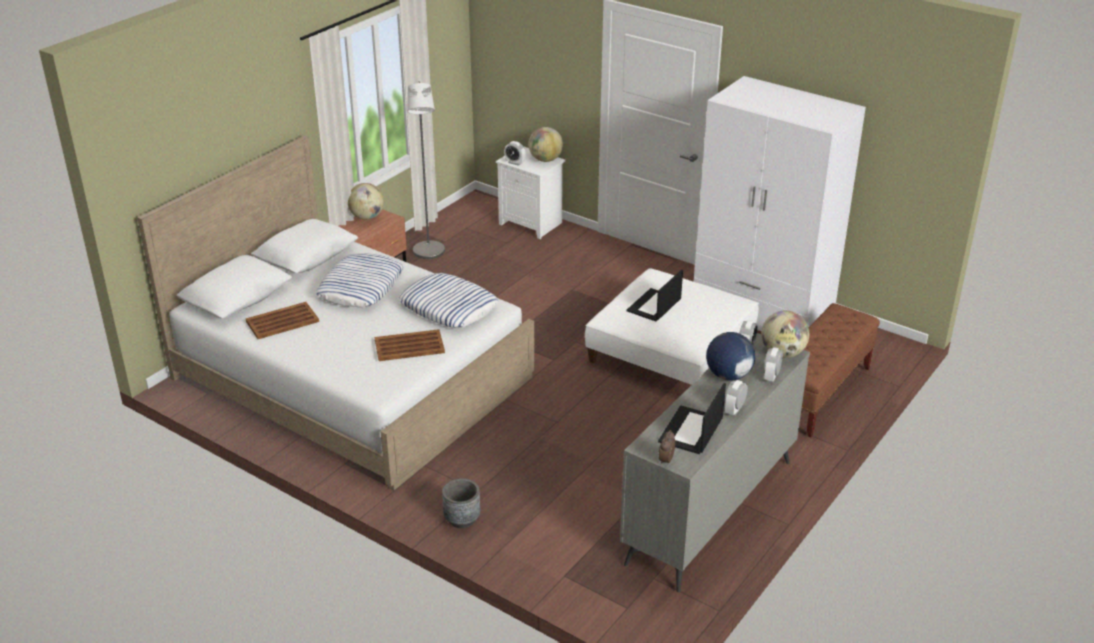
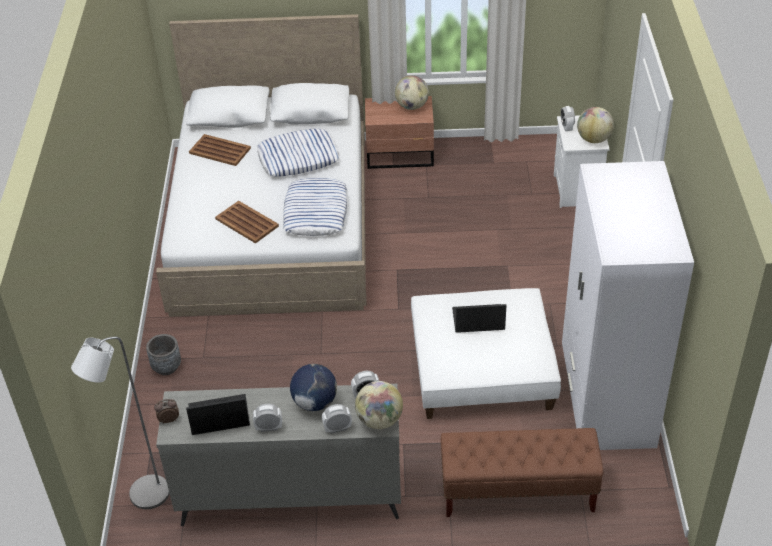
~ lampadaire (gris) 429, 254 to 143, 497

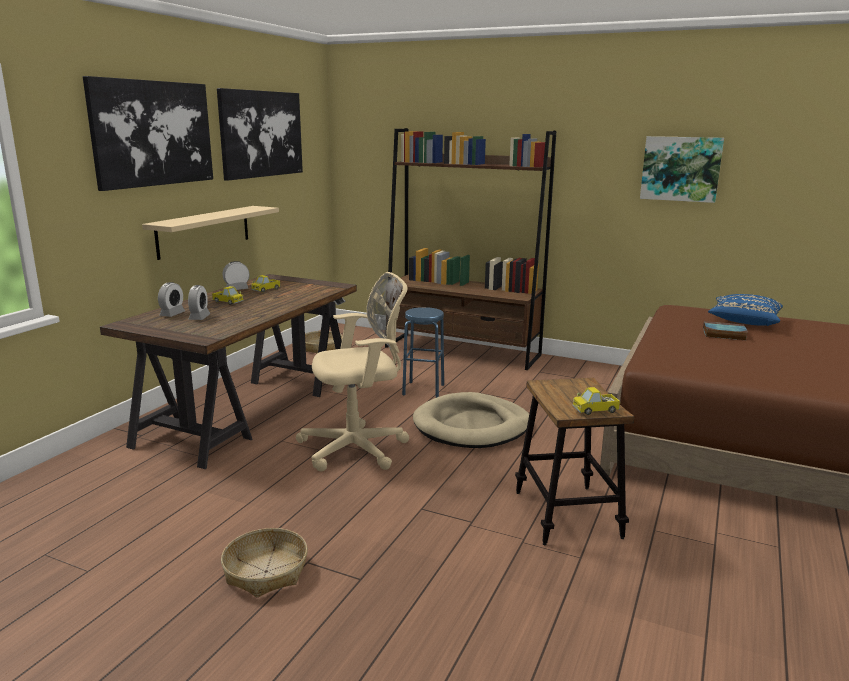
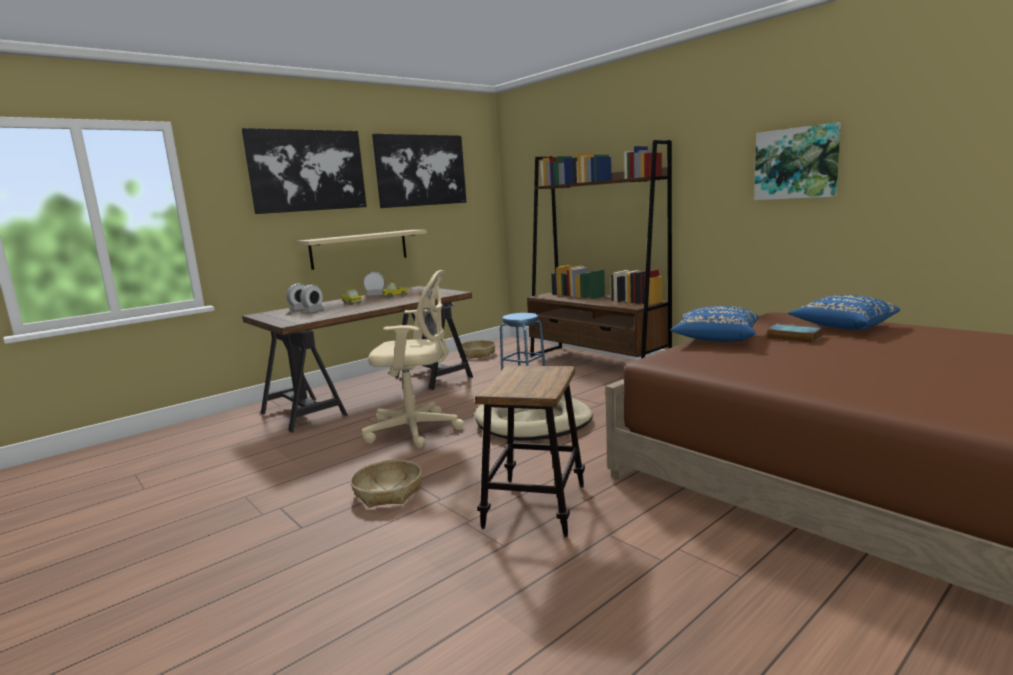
~ panier 265, 572 to 387, 492
- camion jouet 595, 410
+ coussin (bleu) 715, 339

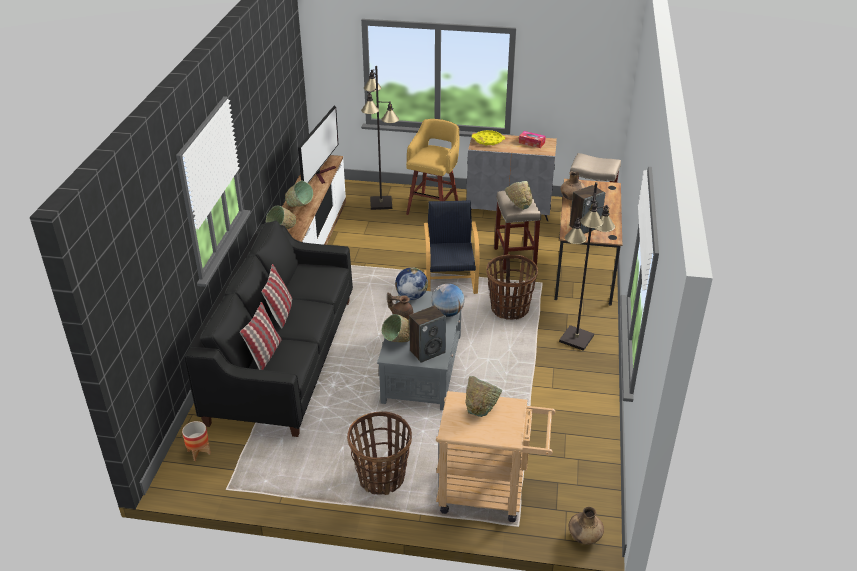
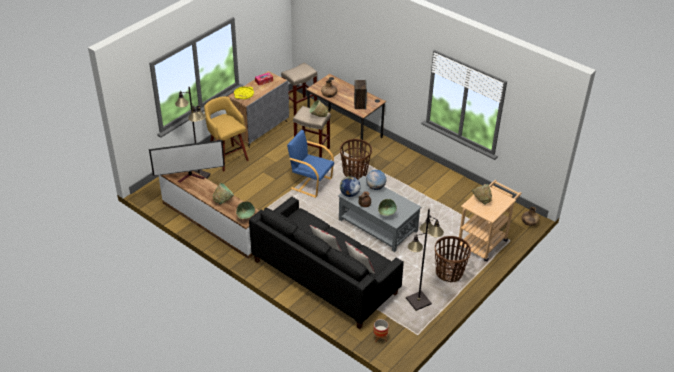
~ téléviseur 323, 174 = 191, 177 120 degrees clockwise
- enceinte 427, 351
~ fauteuil (noir) 450, 281 to fauteuil (bleu) 311, 183
~ lampadaire (noir) 576, 339 to 418, 301

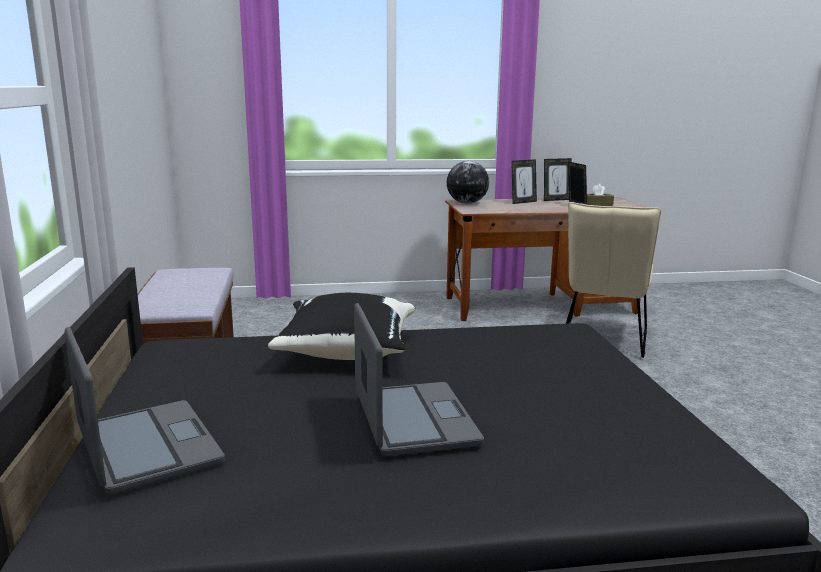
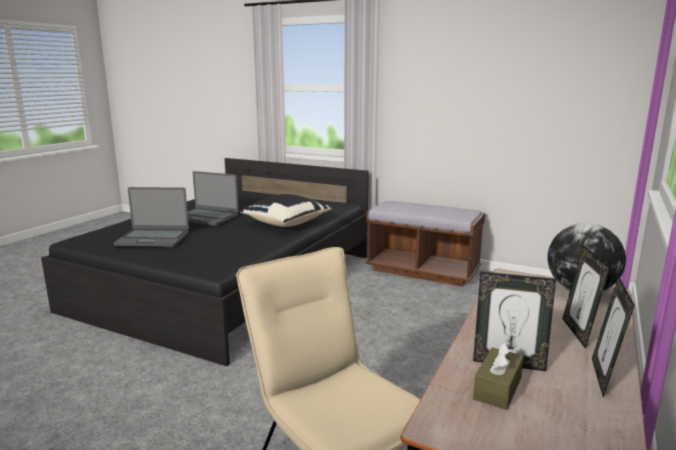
~ ordinateur portable 147, 447 to 153, 239

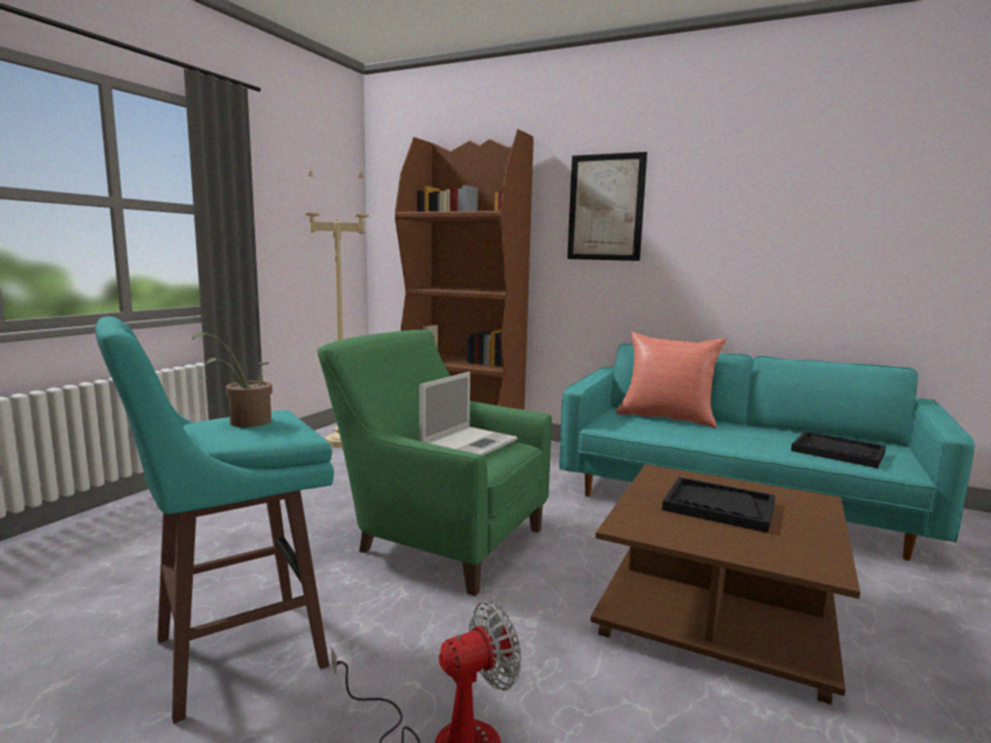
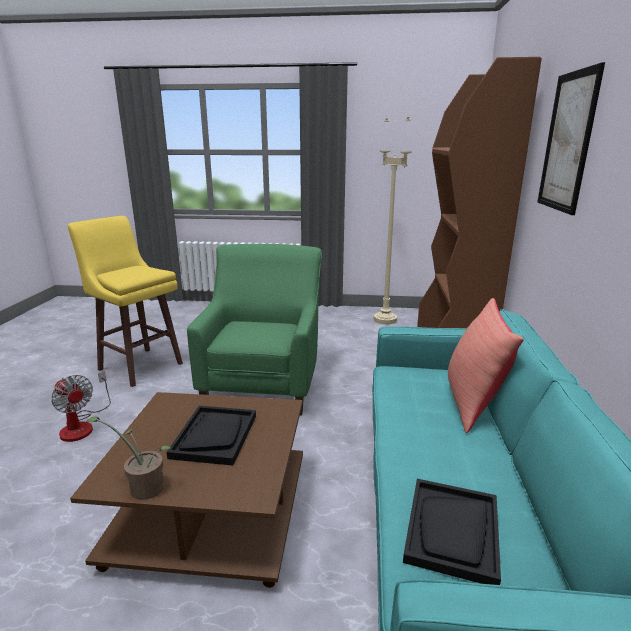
~ tabouret (turquoise) 233, 654 to tabouret (jaune) 139, 366
~ plante en pot 245, 423 to 143, 487
- ordinateur portable 470, 443

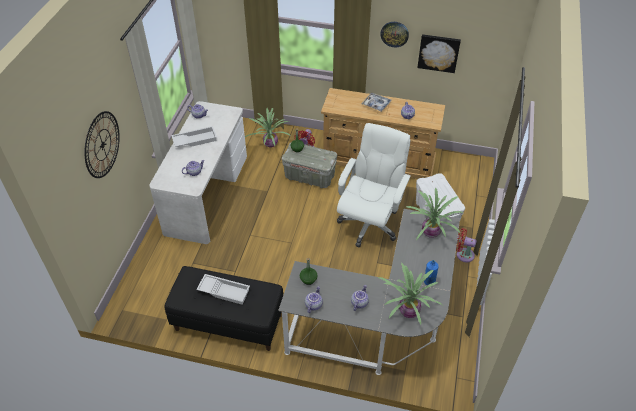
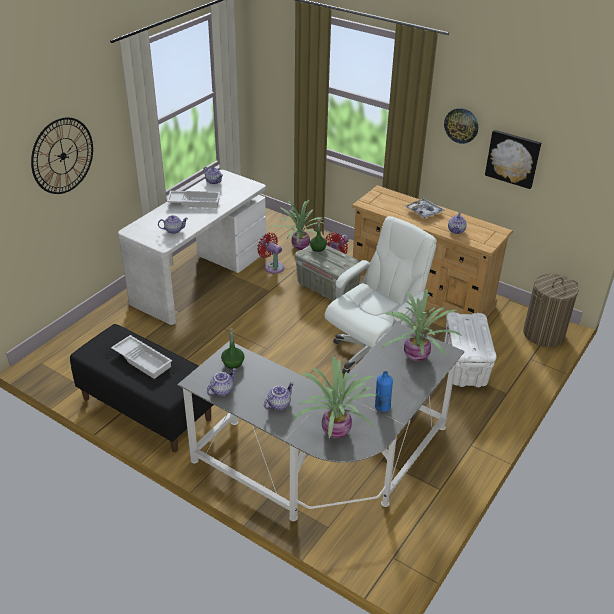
~ ventilateur (rouge) 463, 254 to 272, 266
+ panier à linge 543, 334

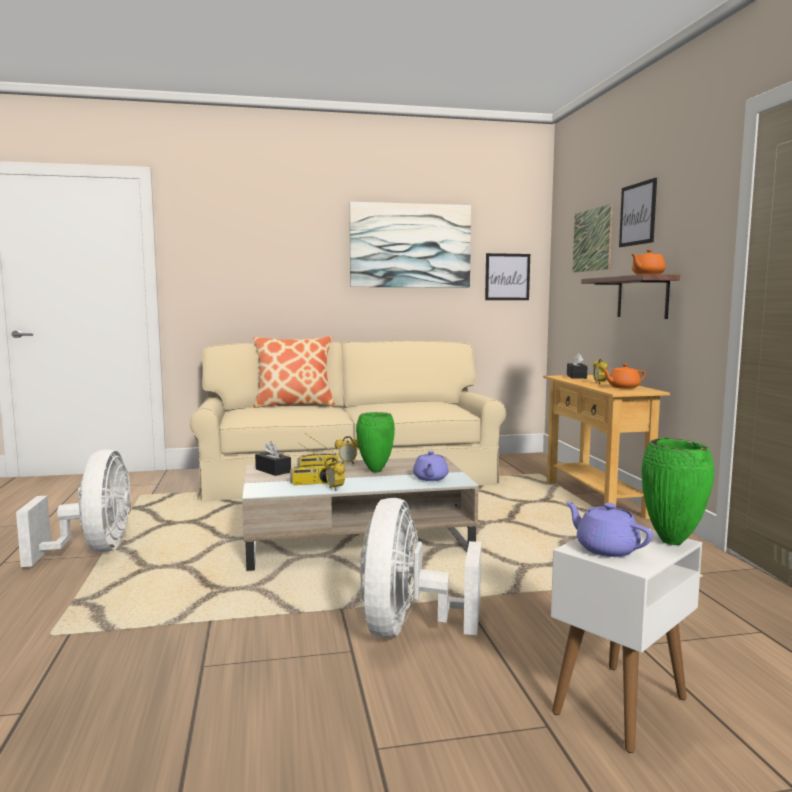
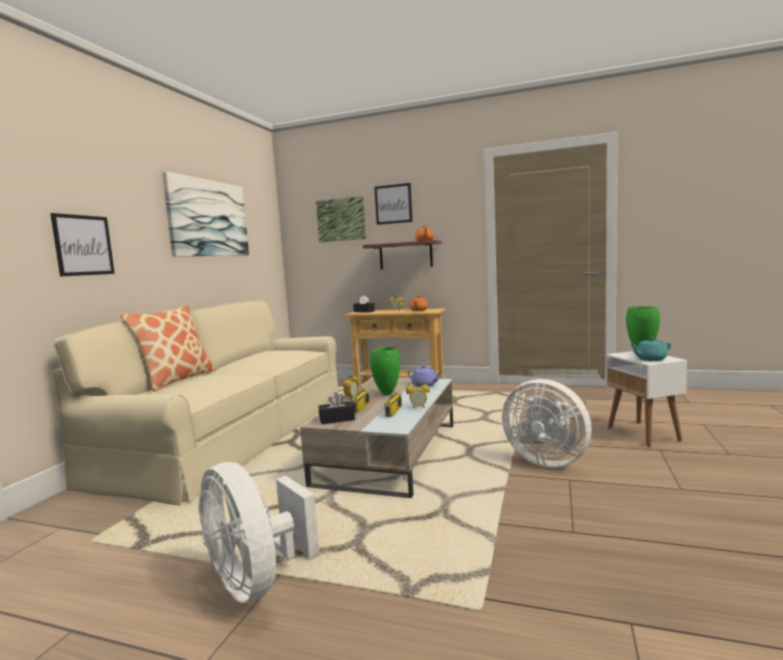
~ ventilateur (blanc) 94, 550 = 256, 581 150 degrees counterclockwise
~ tableau 507, 277 to 83, 245
~ théière (violet) 605, 549 to théière (turquoise) 650, 359

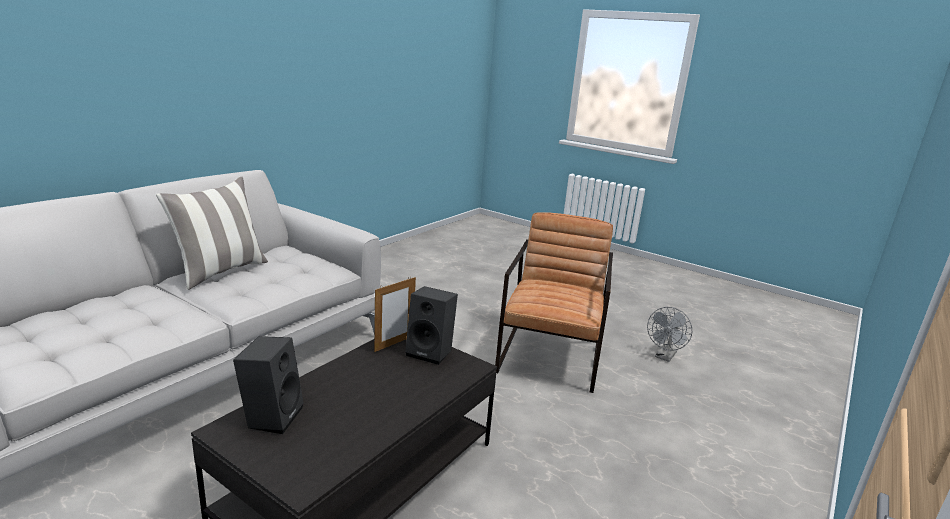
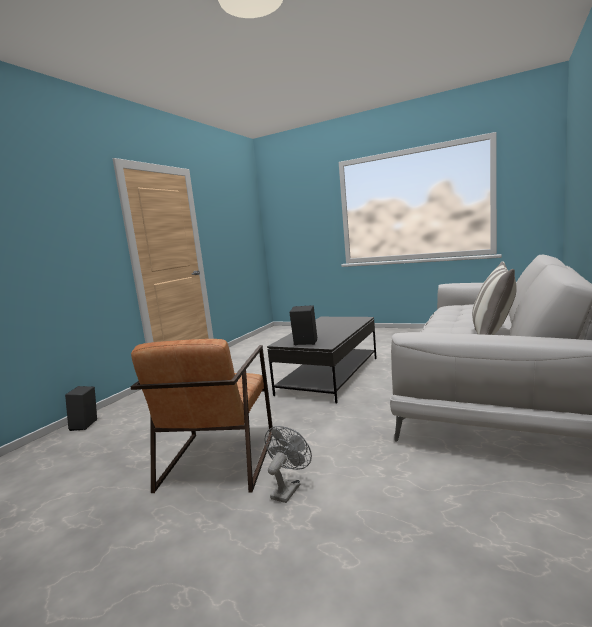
~ enceinte (noir) 271, 416 to 85, 425
- cadre photo 394, 343
~ ventilateur (gris) 664, 357 to 288, 488

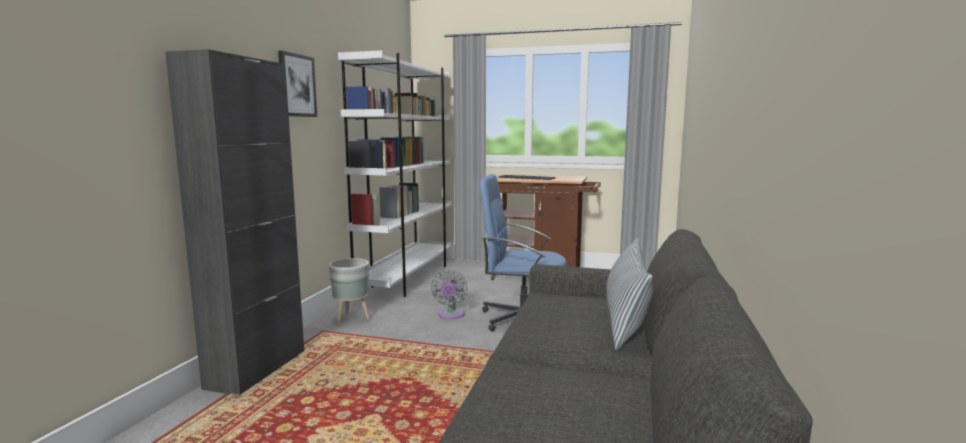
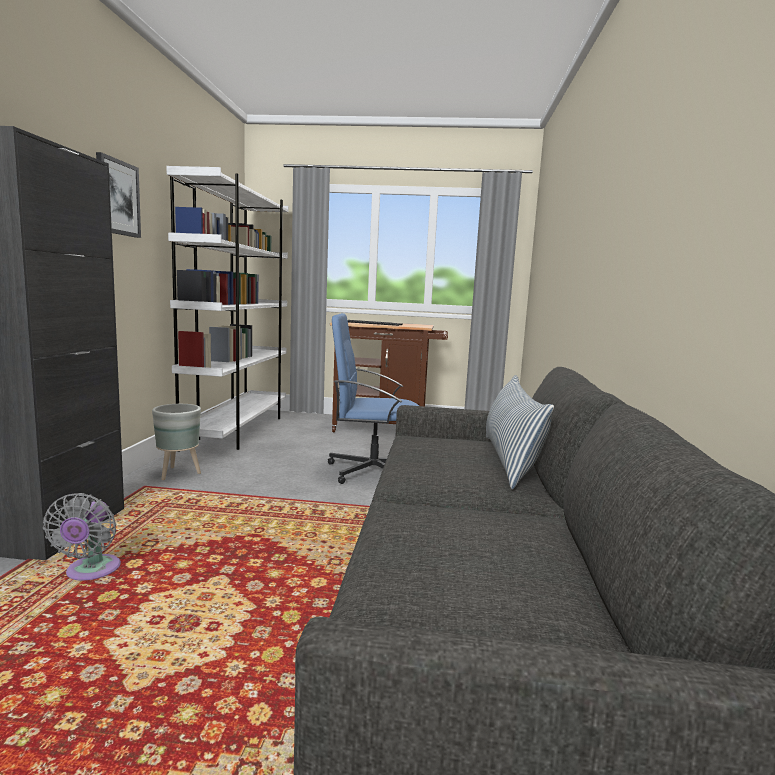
~ ventilateur (gris) 450, 315 to 90, 572

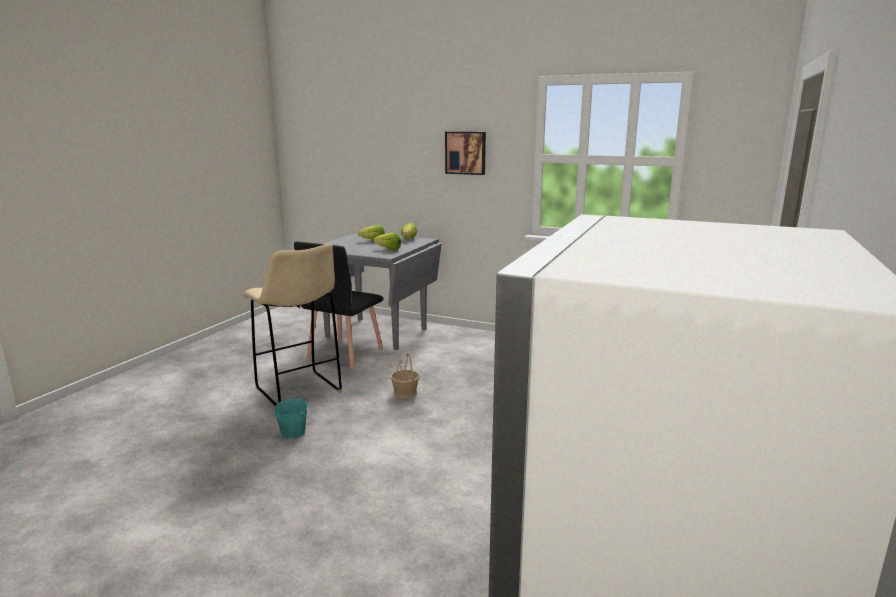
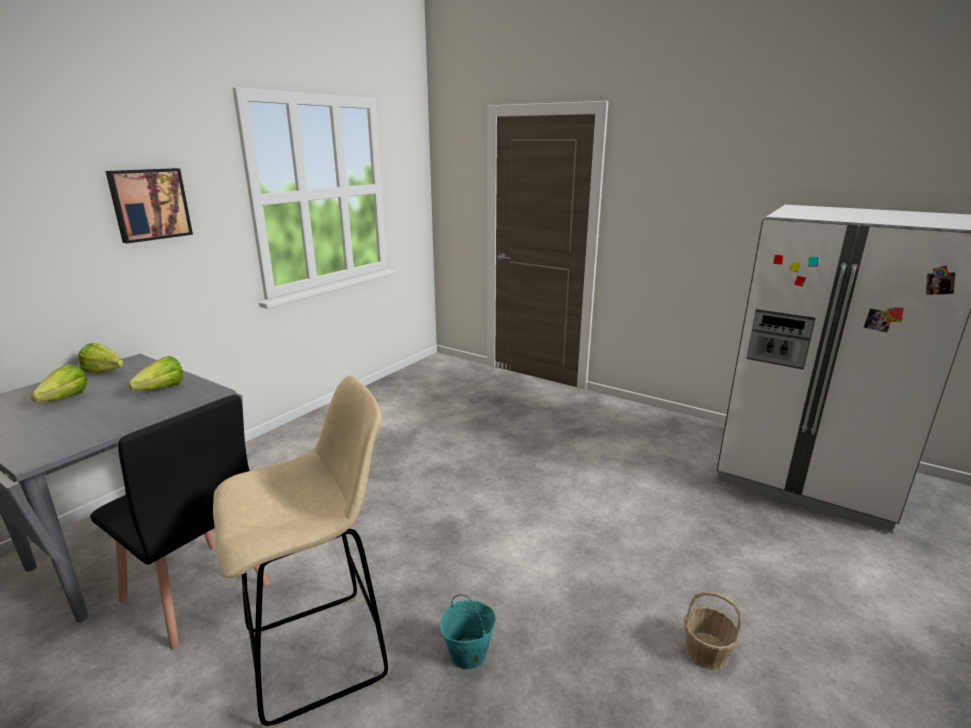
~ panier 405, 392 to 706, 651

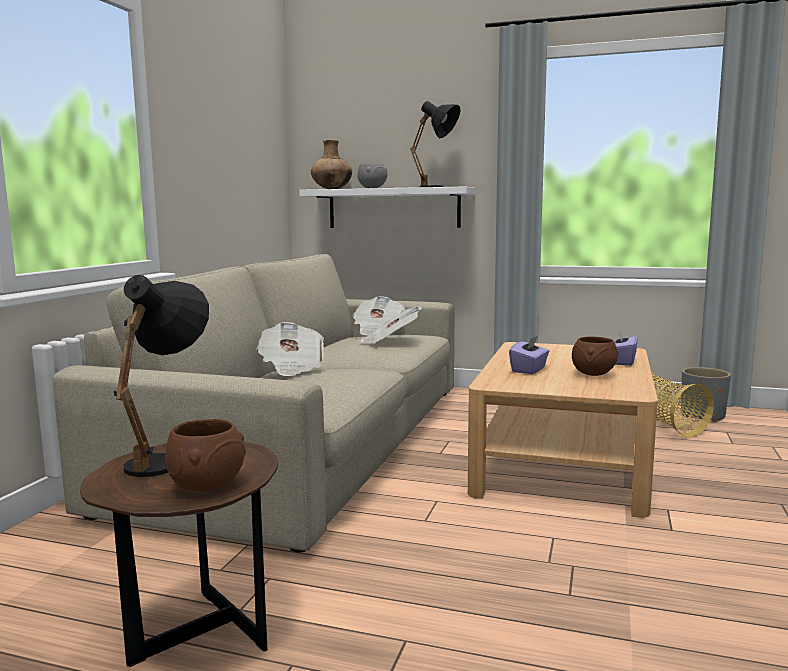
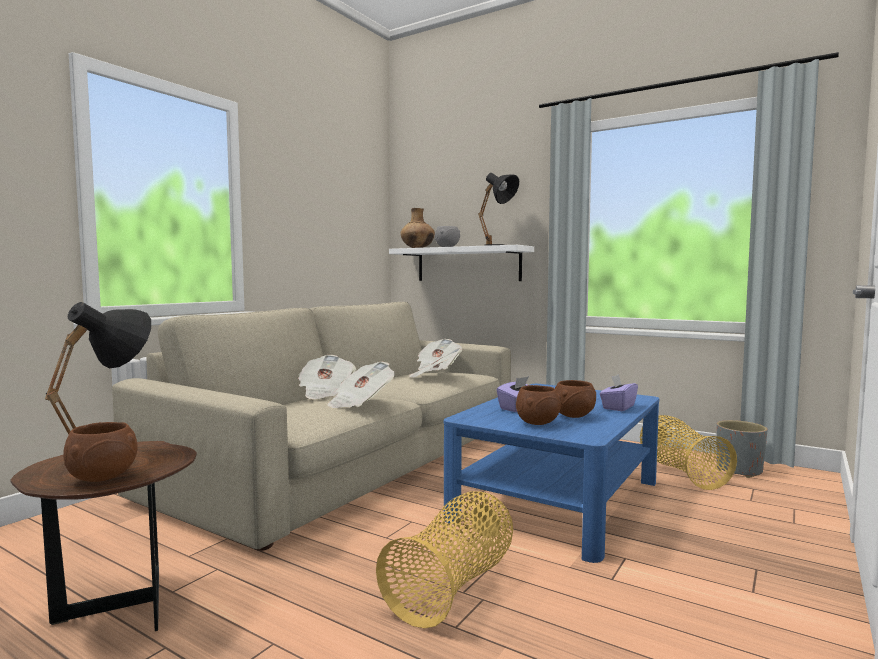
~ table basse (beige) 562, 462 to table basse (bleu) 557, 499
+ journal 360, 403
+ panier 453, 586
+ bol (marron) 537, 423

